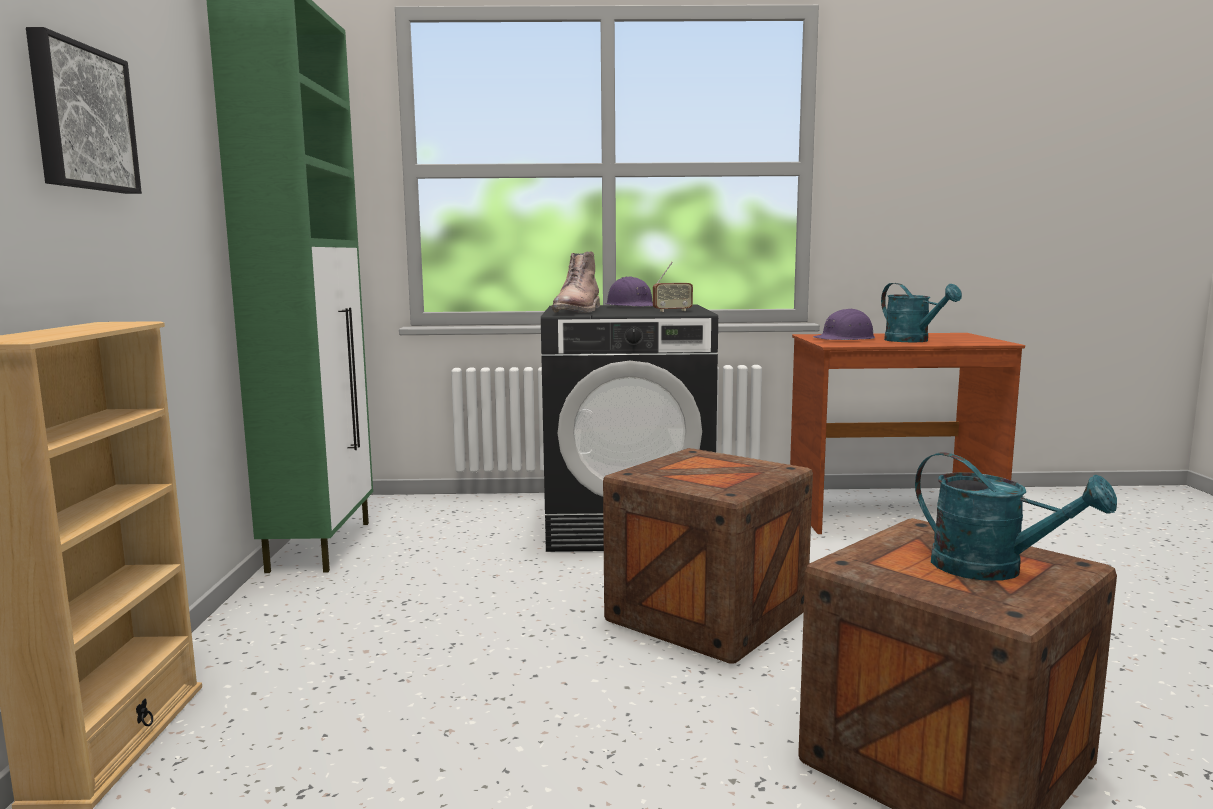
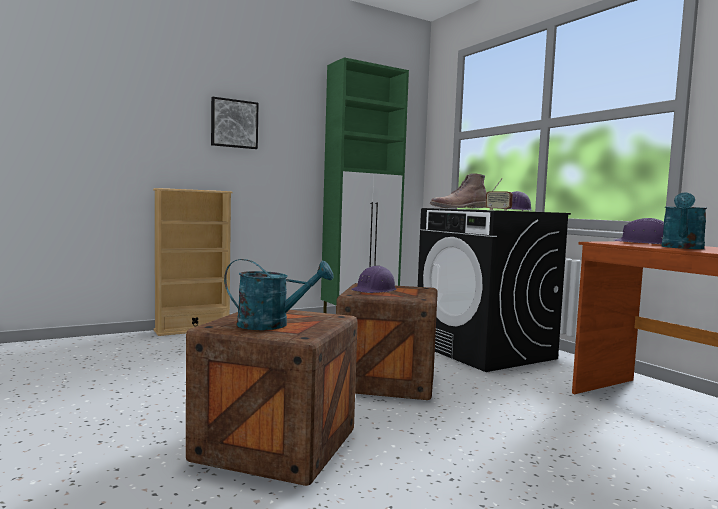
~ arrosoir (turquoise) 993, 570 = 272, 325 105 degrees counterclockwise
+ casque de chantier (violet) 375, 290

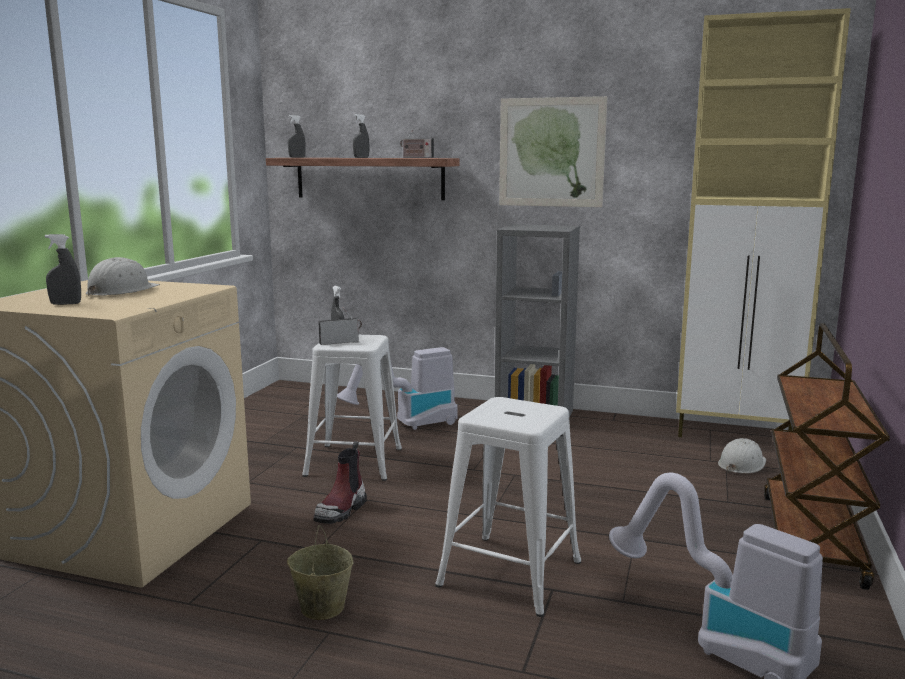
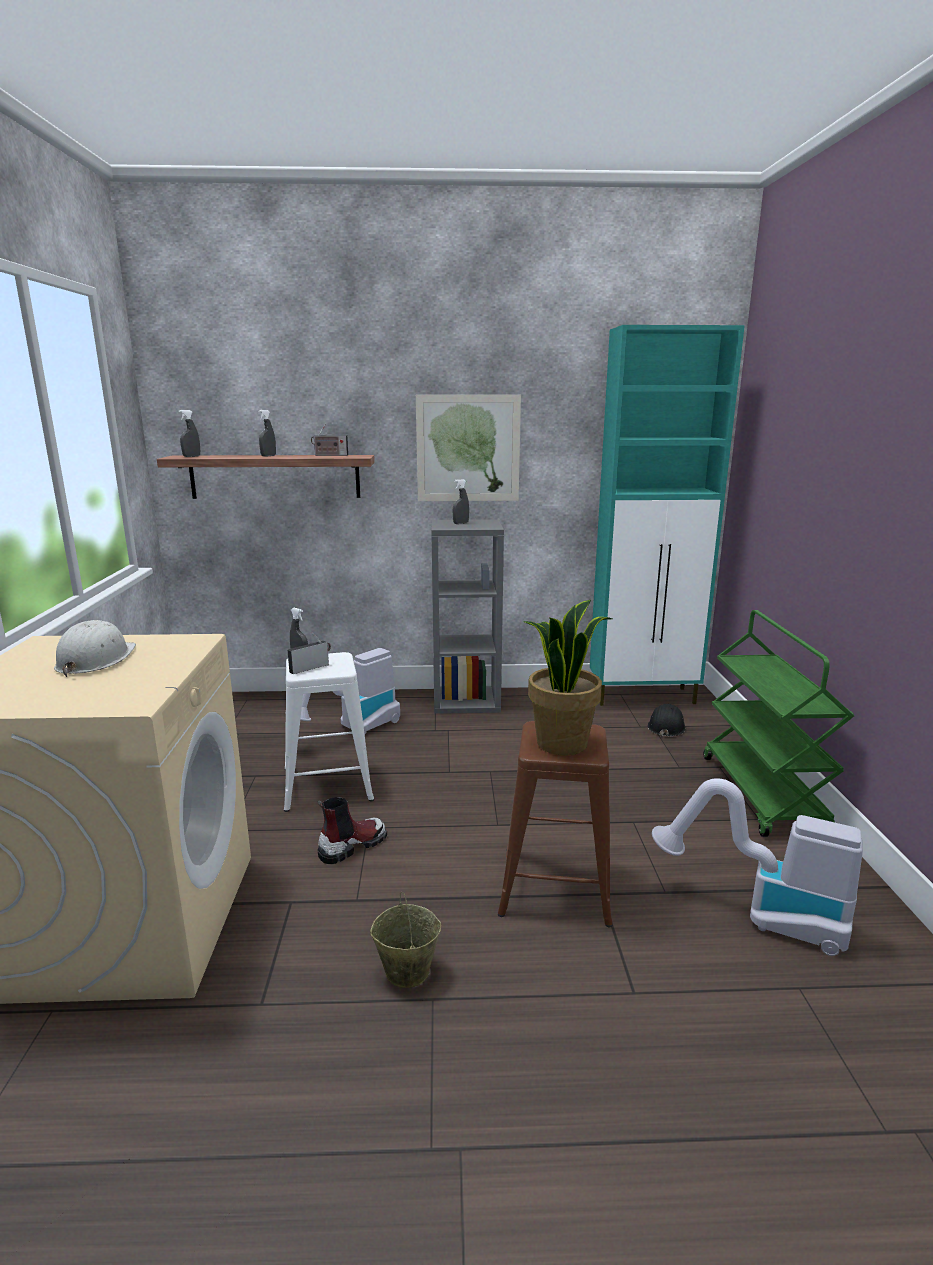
~ vaporisateur (gris) 66, 304 to 460, 523
~ botte 341, 510 = 352, 846 135 degrees counterclockwise
~ tabouret (blanc) 510, 573 to tabouret (marron) 555, 885
~ meuble de rangement (beige) 737, 435 to meuble de rangement (turquoise) 644, 696
~ casque de chantier (blanc) 741, 464 to casque de chantier (noir) 666, 726
~ chariot (marron) 812, 540 to chariot (vert) 763, 794
+ plante en pot 561, 743

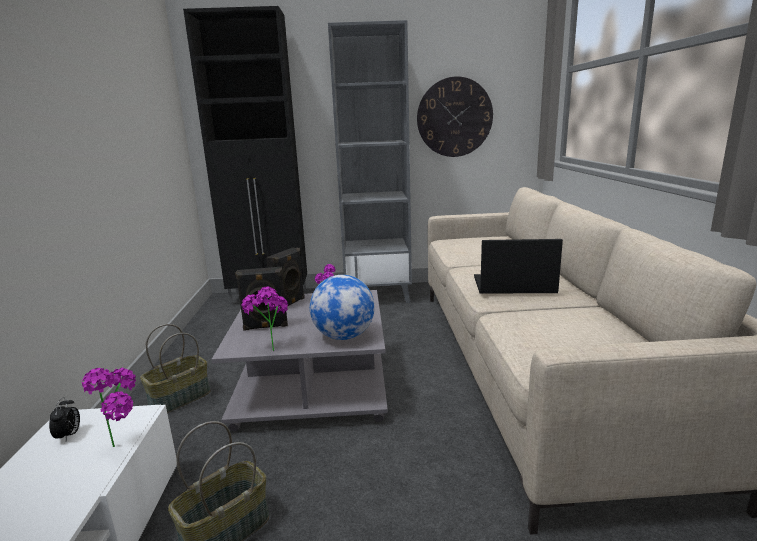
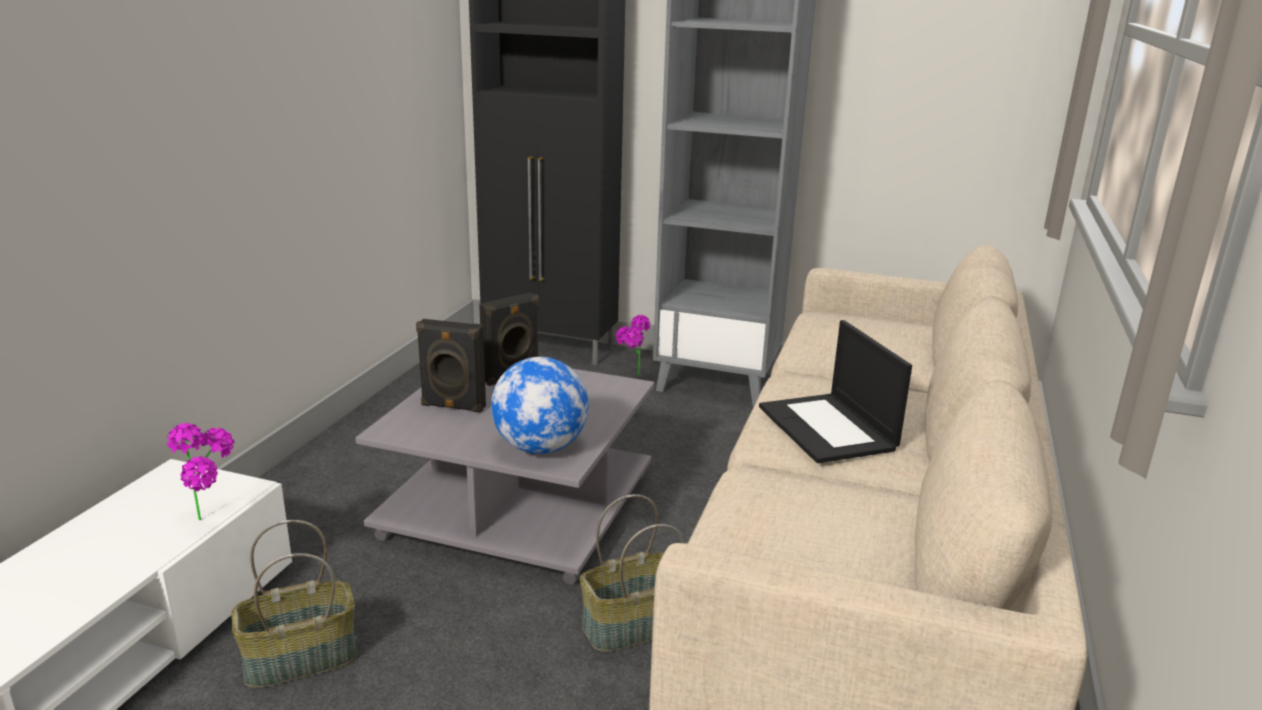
- réveil 69, 435
~ panier 180, 399 to 633, 627
- plante en pot 270, 347
- horloge murale 454, 117
~ ordinateur portable 513, 285 = 828, 428 135 degrees counterclockwise

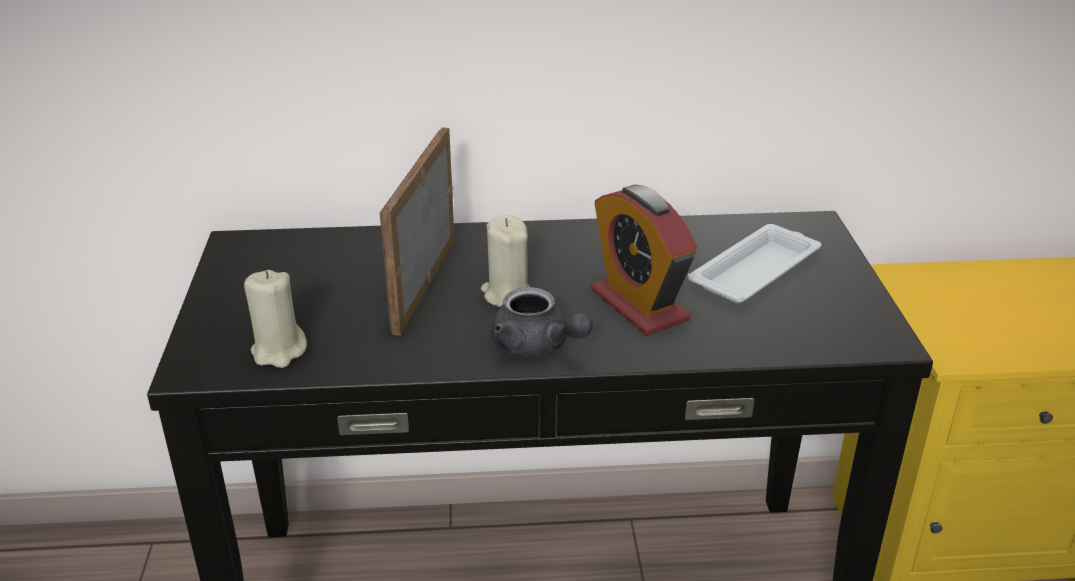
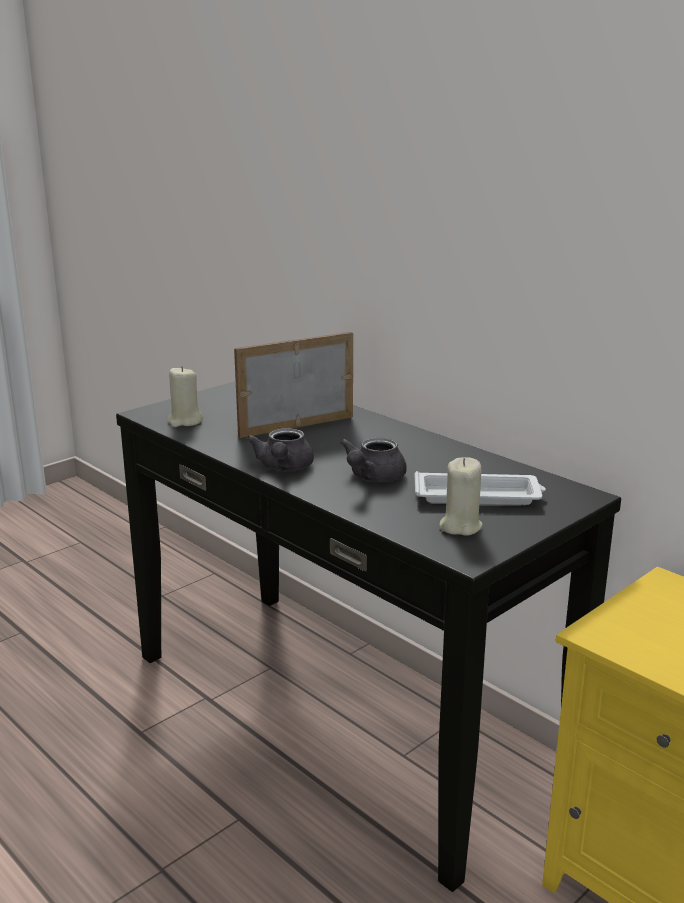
~ bougie (beige) 506, 294 to 460, 526
~ réveil 639, 305 to théière (gris) 372, 478

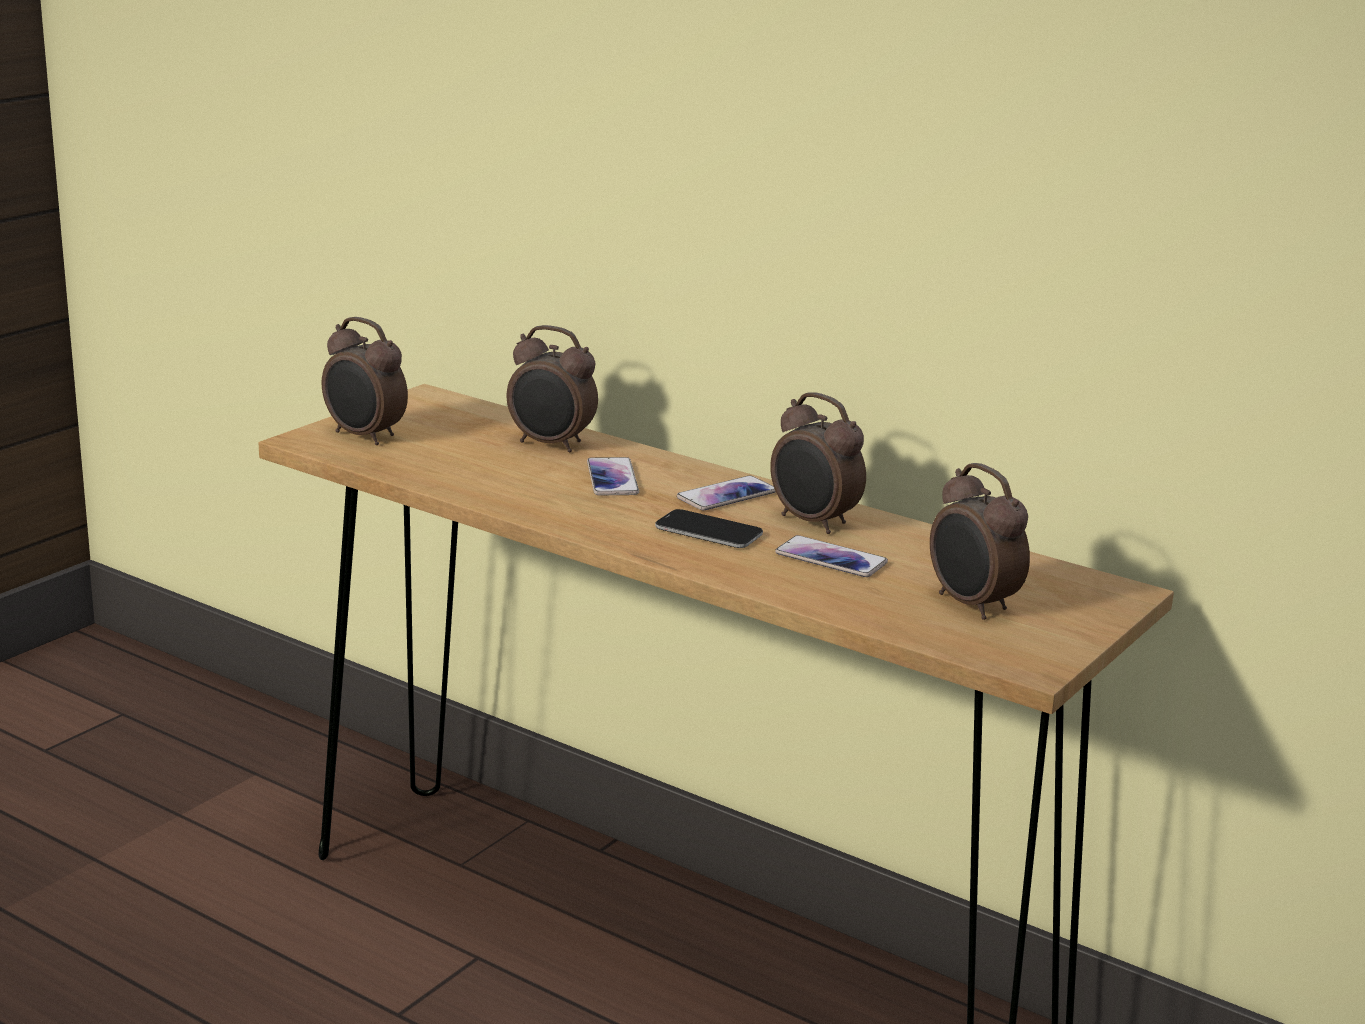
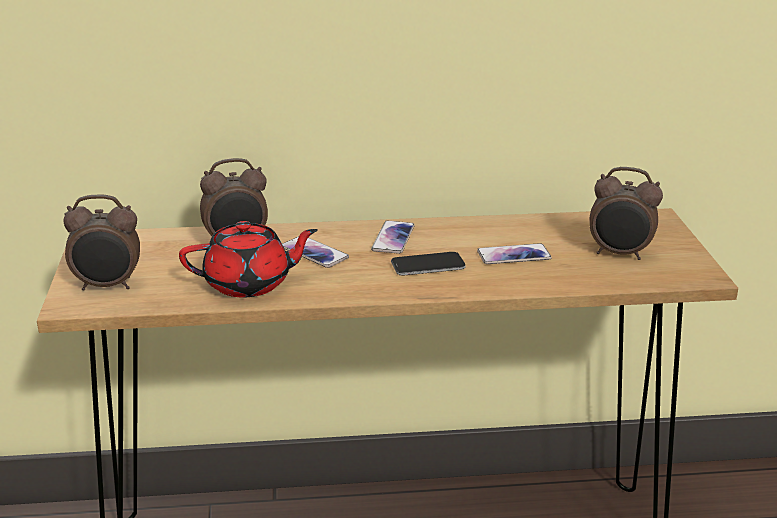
- réveil 813, 523
+ théière (rouge) 249, 283

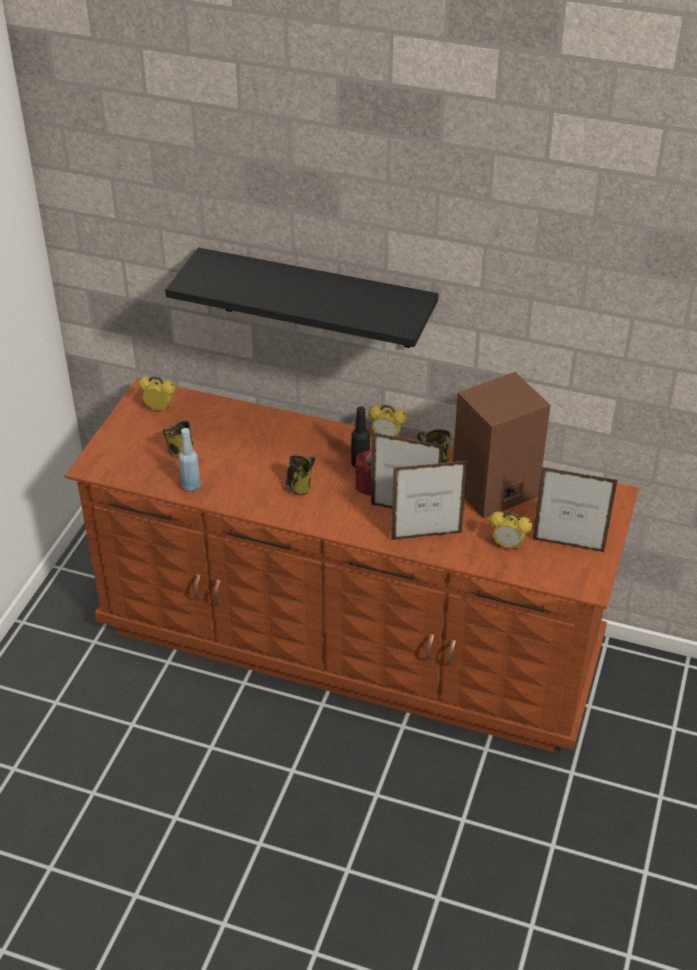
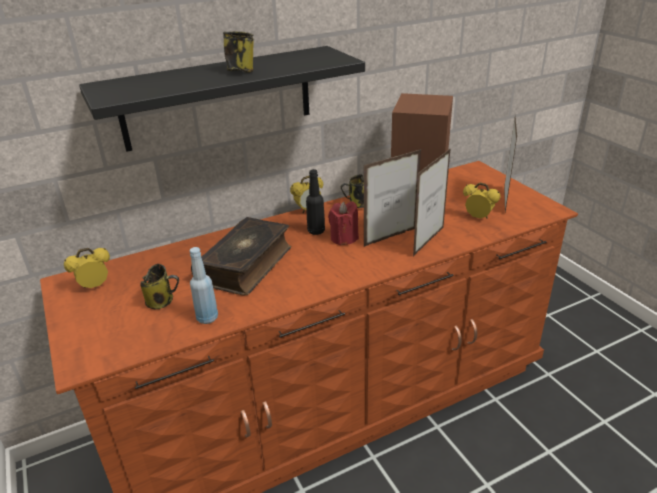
~ mug 300, 487 to 240, 70
~ réveil 507, 545 = 478, 218 120 degrees counterclockwise
~ cadre photo 568, 545 = 504, 199 45 degrees counterclockwise
+ livre 246, 265

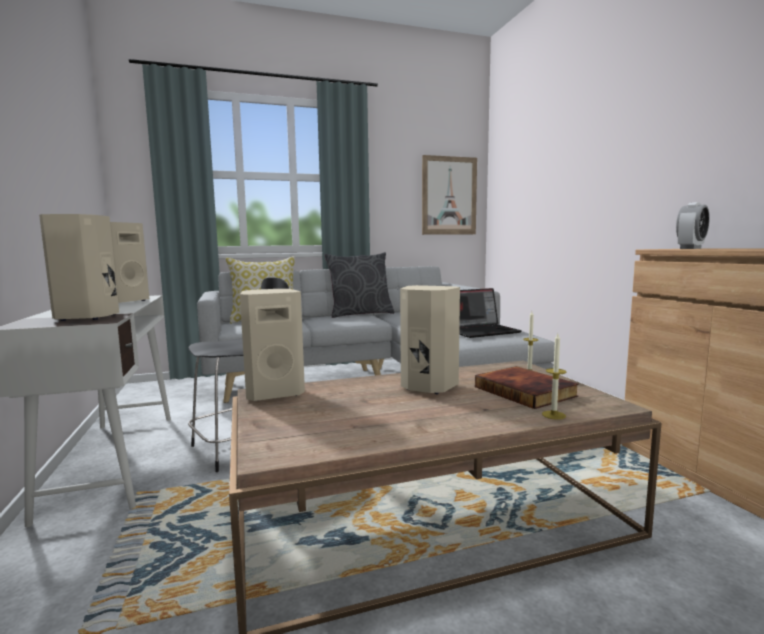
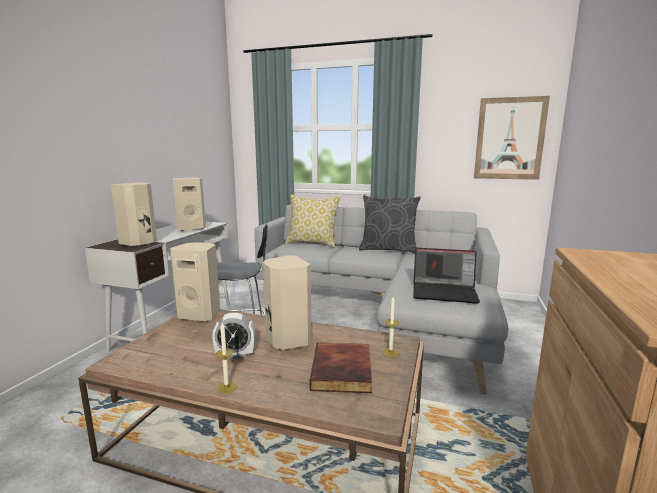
~ bougie 553, 415 to 226, 388
~ réveil 690, 248 to 235, 355

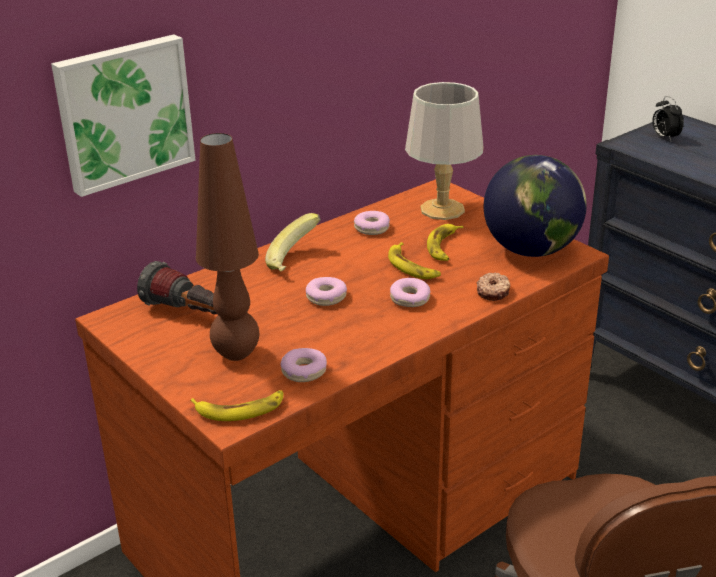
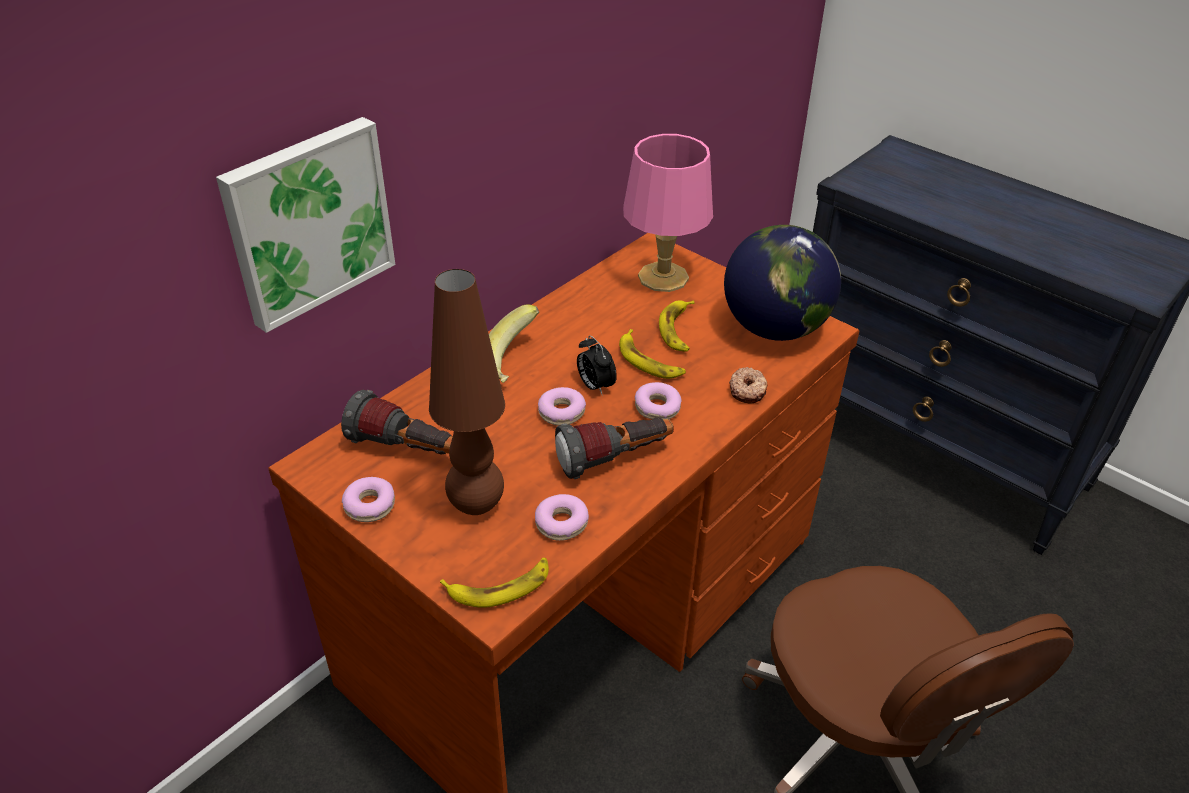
~ beignet 372, 228 to 370, 505
~ lampe de table (gris) 441, 210 to lampe de table (rose) 662, 278
~ réveil 664, 137 to 595, 386
+ lampe de poche 615, 459

